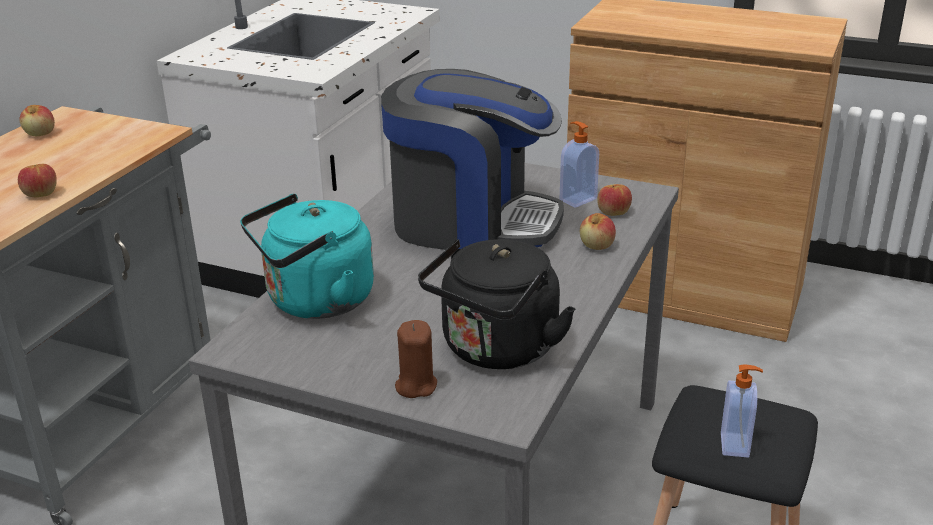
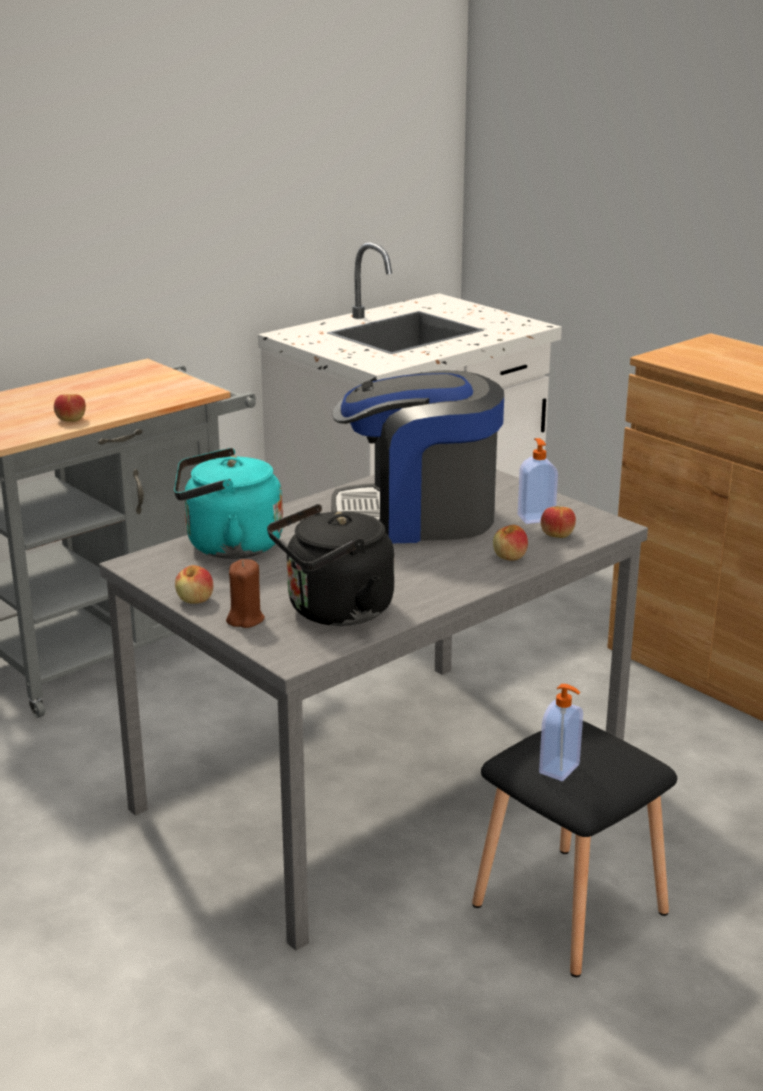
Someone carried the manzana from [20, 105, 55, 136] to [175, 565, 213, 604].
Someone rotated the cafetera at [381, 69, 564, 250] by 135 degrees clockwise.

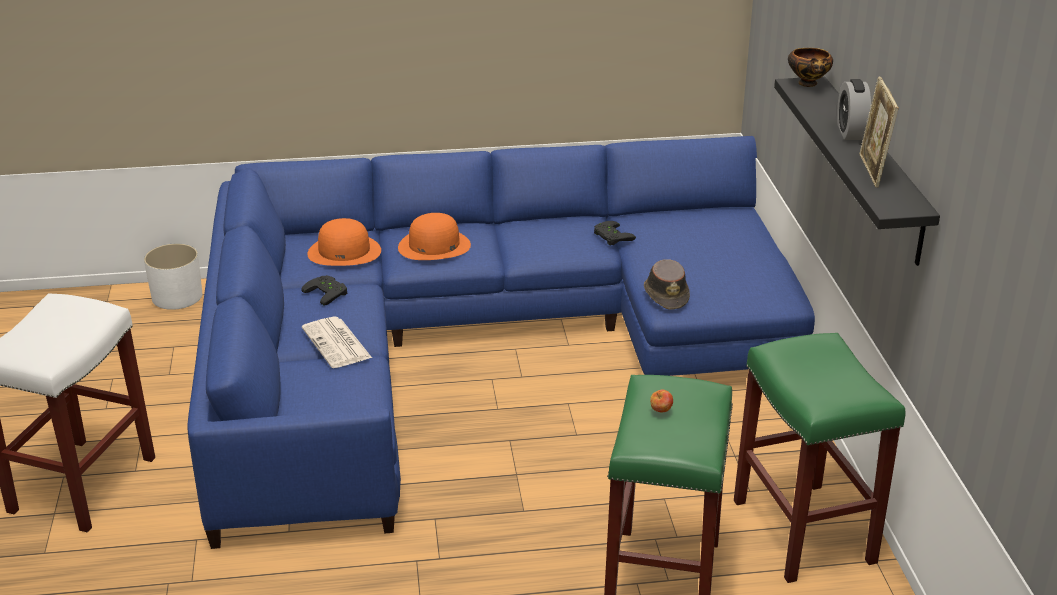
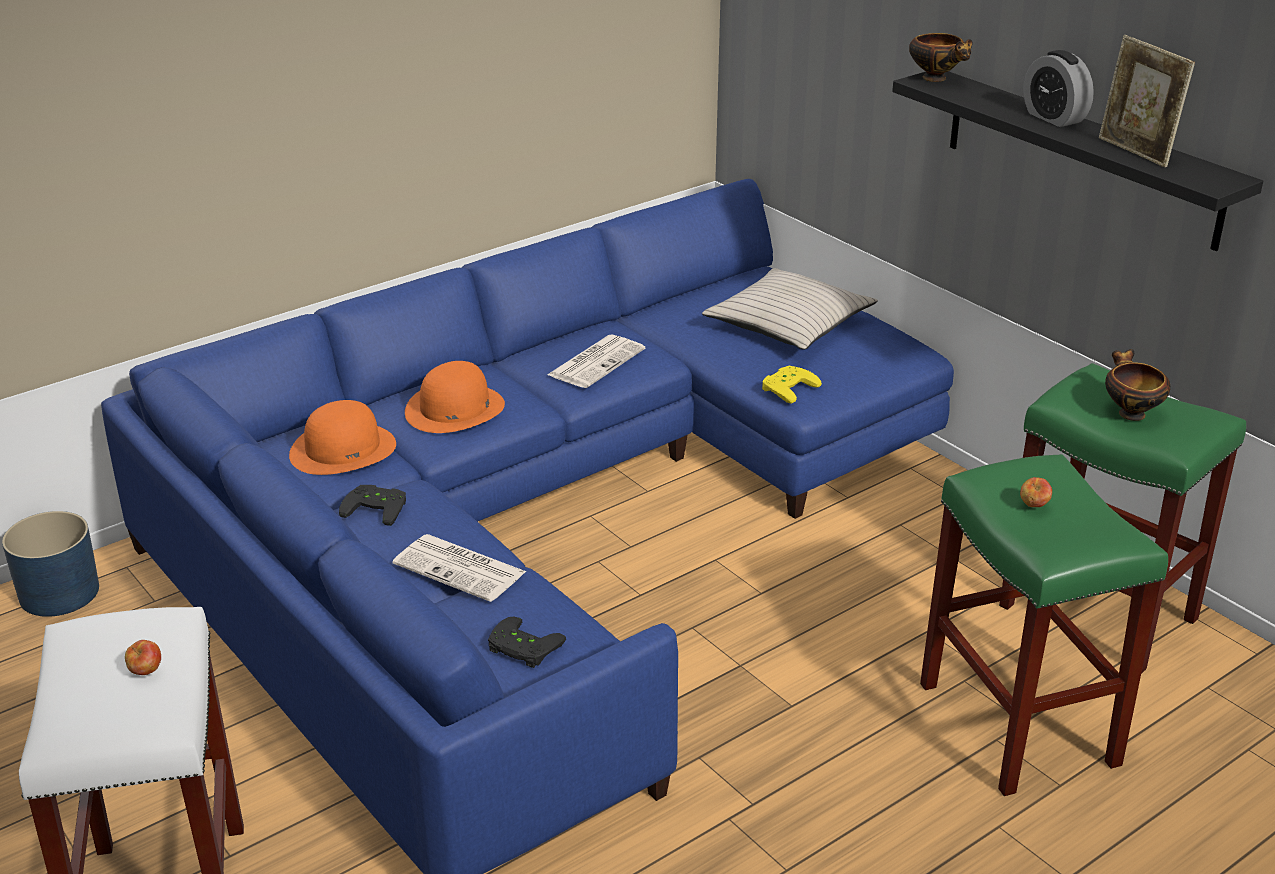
Someone put down the manzana at [125, 640, 161, 675].
Someone put down the periódico at [547, 335, 645, 388].
Someone put down the cojín/beis at [702, 268, 878, 350].
Someone put down the cuenco at [1105, 349, 1171, 421].
Someone carried the mando de consola/negro from [594, 221, 636, 246] to [488, 616, 566, 668].
Someone swapped the sombrero/marrón at [644, 259, 690, 310] for the mando de consola/amarillo at [762, 366, 822, 404].
Someone repainted the maceta/blanco at [144, 244, 202, 310], which became the maceta/azul at [2, 511, 99, 617].

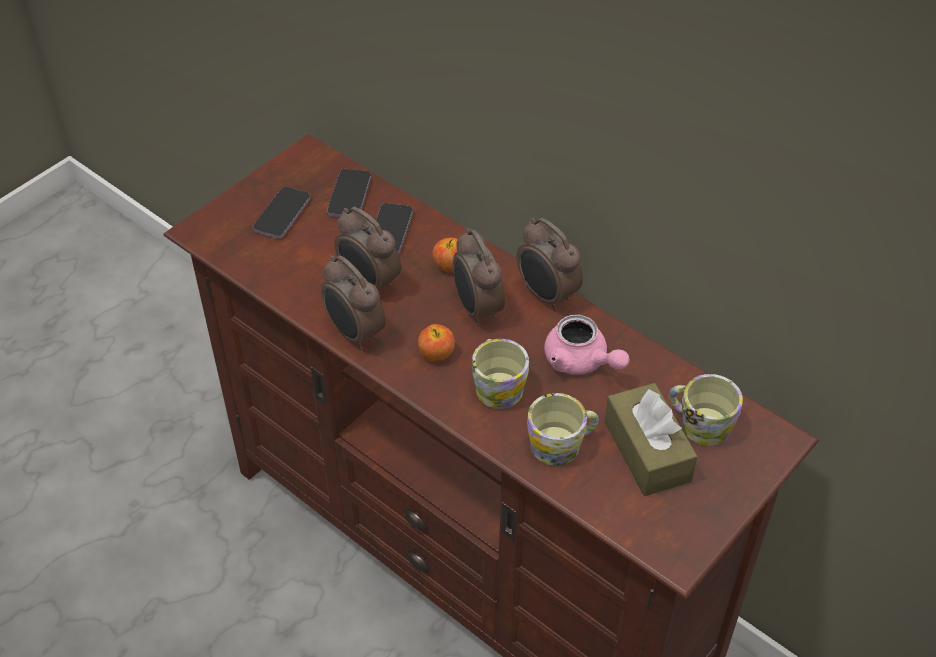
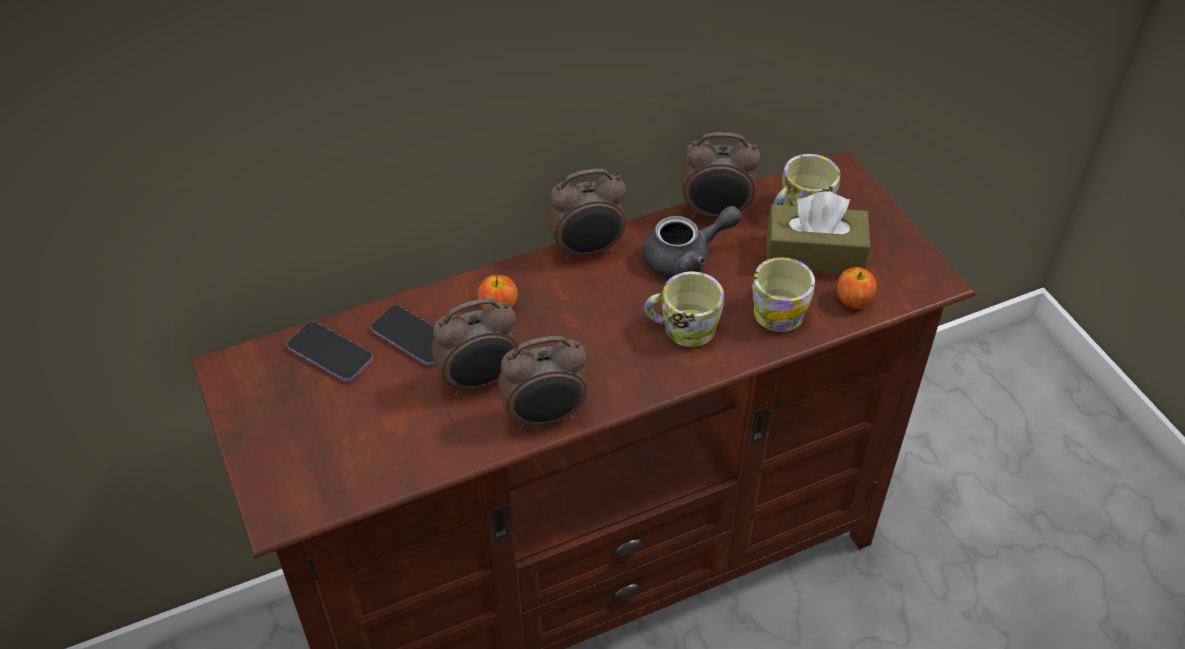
Someone took away the móvil at [253, 187, 311, 239].
Someone carried the manzana from [418, 324, 455, 362] to [837, 267, 877, 309].
Someone carried the despertador from [453, 228, 505, 326] to [681, 132, 761, 218].
Someone repainted the tetera/rosa at [544, 314, 630, 375], which became the tetera/gris at [643, 206, 742, 278].

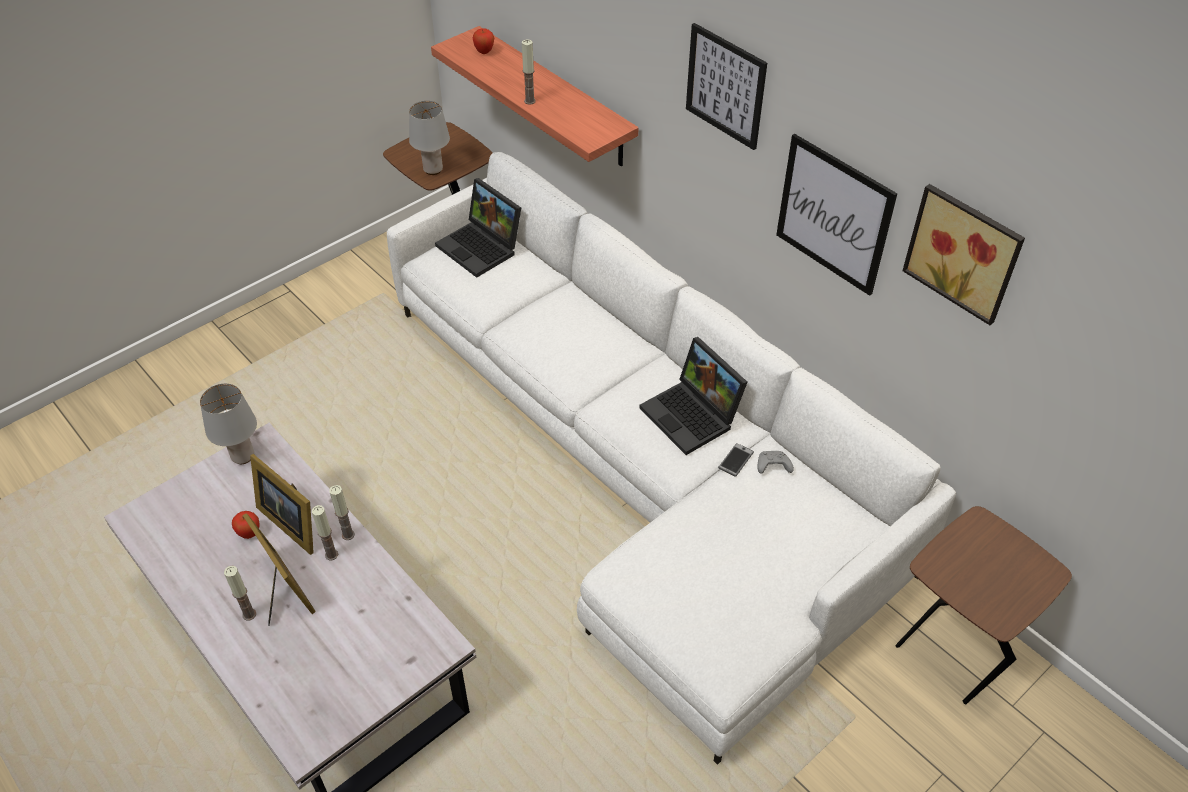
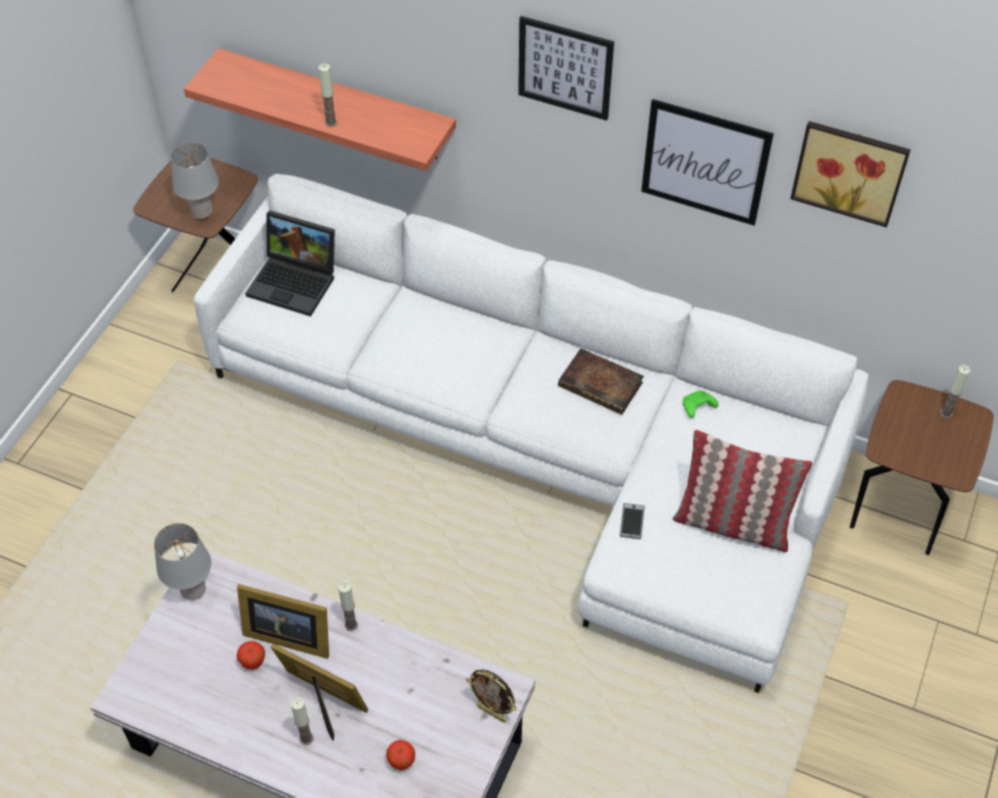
Someone put down the portarretratos at [466, 670, 517, 723].
Someone put down the cojín at [672, 430, 812, 552].
Someone carried the vela from [312, 505, 338, 560] to [940, 365, 970, 419].
Someone carried the manzana from [473, 28, 494, 54] to [386, 740, 415, 770].
Someone carried the móvil from [718, 443, 754, 477] to [620, 503, 645, 539].
Someone swapped the portátil at [639, 337, 747, 455] for the libro at [558, 348, 644, 415].
Someone repainted the mando de consola/gris at [758, 451, 794, 474], which became the mando de consola/verde at [683, 390, 718, 418].

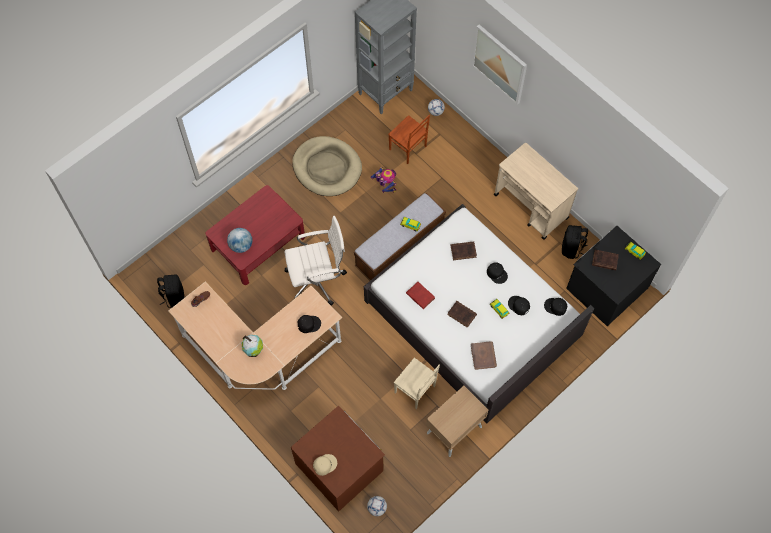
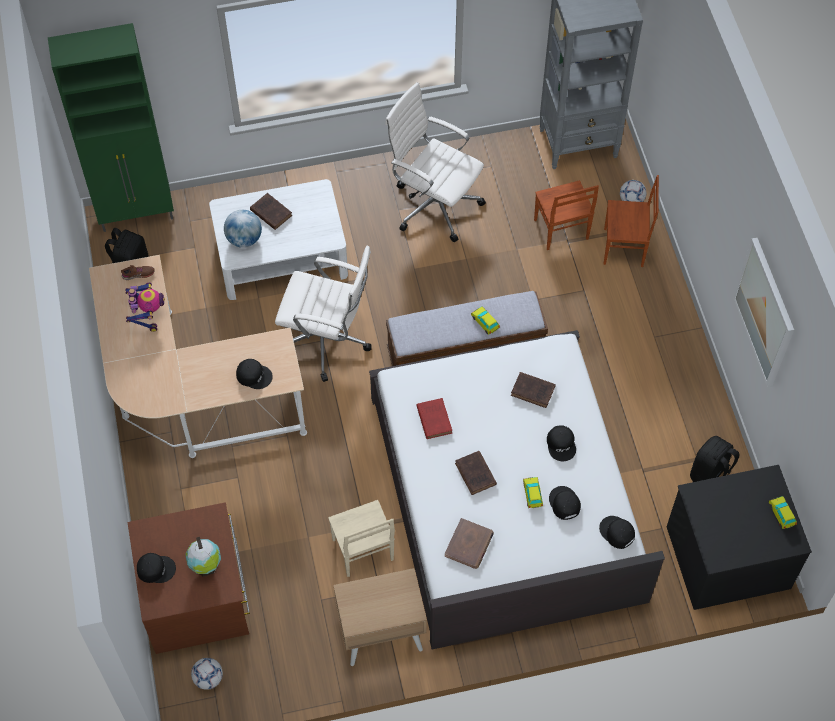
Someone took away the carrito/beis at [494, 143, 578, 240].
Someone put down the armario/verde at [48, 23, 174, 232].
Someone put down the silla/marrón at [603, 175, 659, 267].
Someone carried the globo terráqueo from [242, 335, 263, 357] to [186, 537, 221, 576].
Someone carried the robot de juguete from [370, 167, 396, 193] to [125, 282, 165, 332].
Someone carried the cuadro from [472, 25, 527, 105] to [733, 237, 794, 387].
Someone carried the libro/marrón from [592, 249, 619, 270] to [250, 193, 292, 230].
Someone swapped the cama para perro/beis at [292, 136, 362, 196] for the silla de oficina/blanco at [385, 82, 486, 242].
Someone repainted the mesa de centro/rojo at [206, 185, 305, 285], which became the mesa de centro/blanco at [209, 179, 348, 300].
Someone repainted the gorra/beis at [313, 454, 337, 476], which became the gorra/negro at [137, 553, 176, 583].

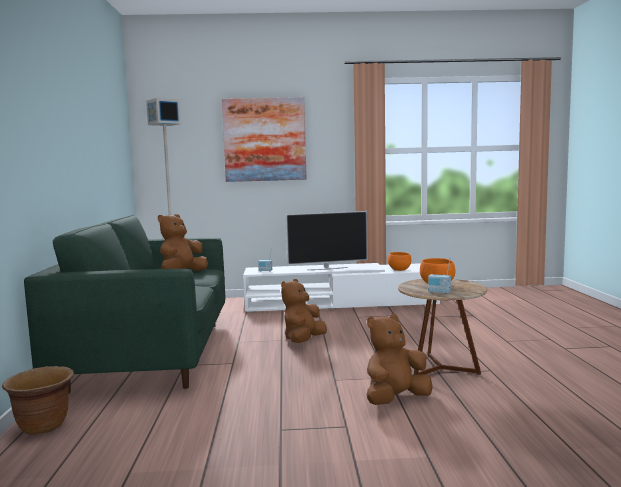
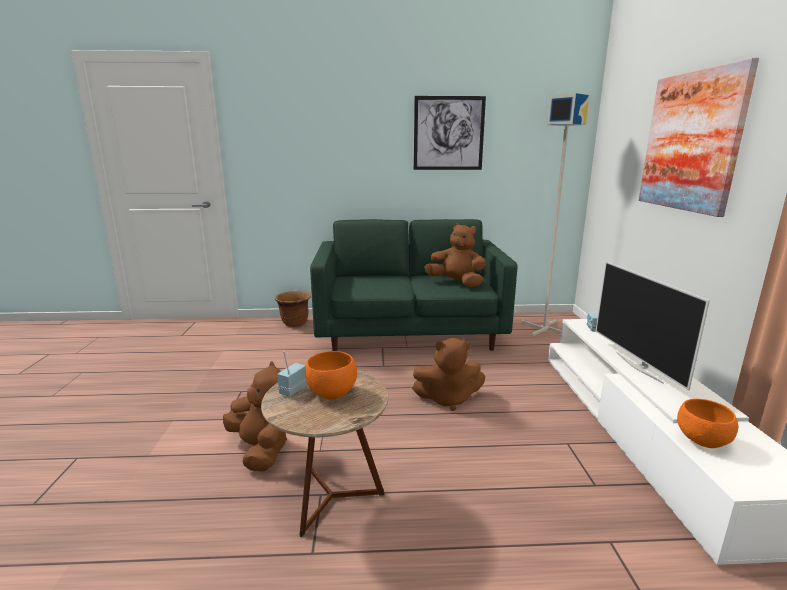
Someone put up the cuadro at [414, 96, 486, 170].
Someone rotated the peluche/marrón at [281, 279, 327, 343] by 150 degrees clockwise.

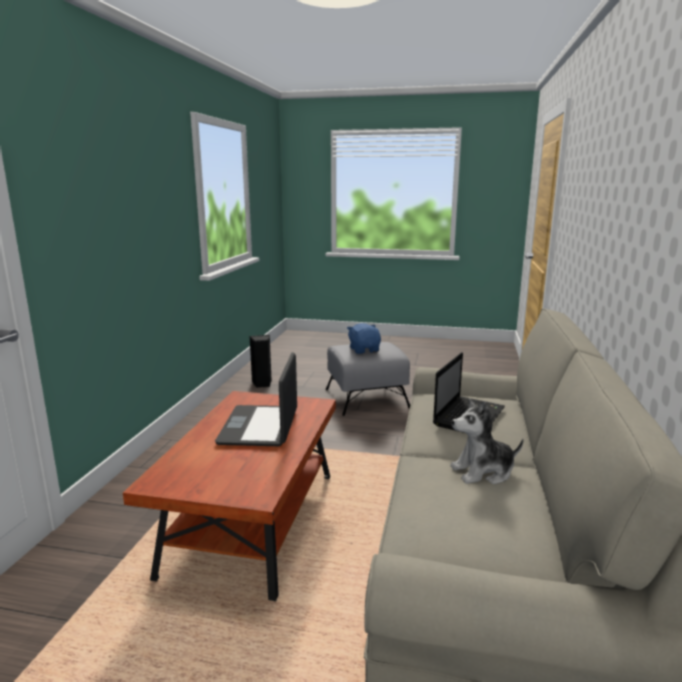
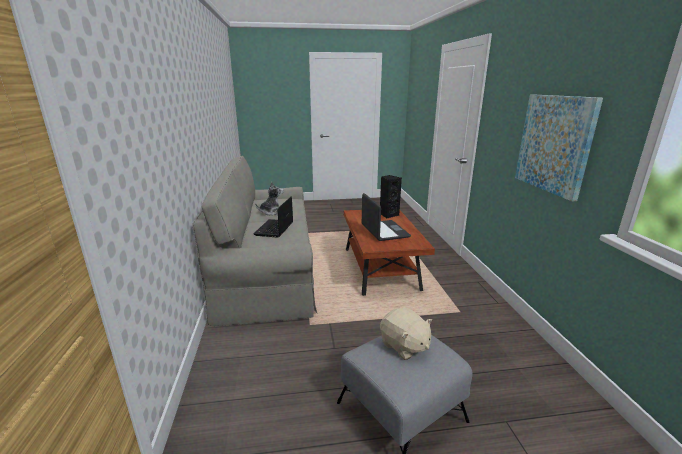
Someone put up the cuadro at [515, 95, 603, 202].
Someone carried the altavoz/negro from [249, 335, 272, 388] to [380, 175, 402, 219].
Someone repainted the peluche/azul at [347, 323, 381, 354], which became the peluche/beis at [380, 308, 432, 360].

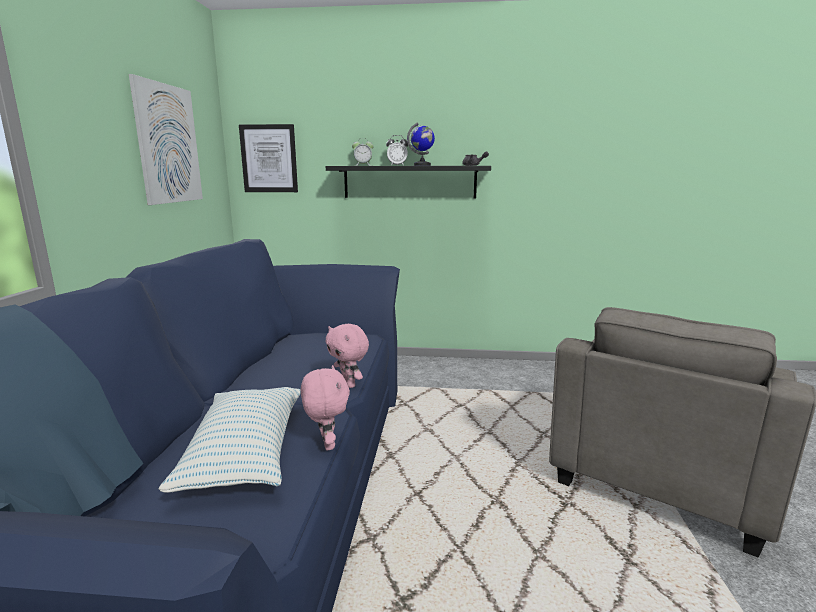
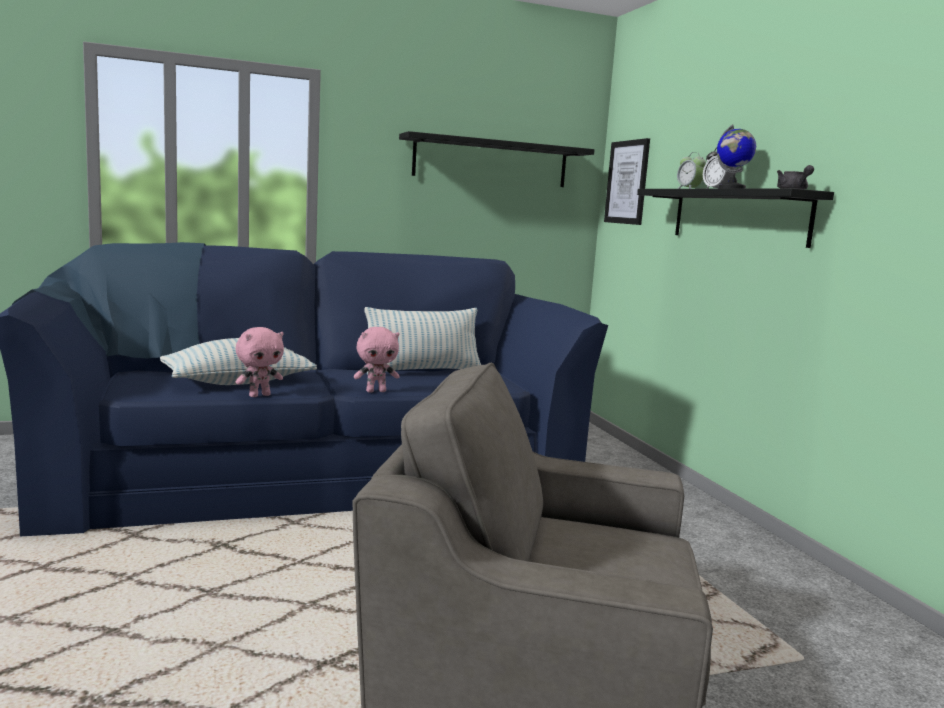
Someone put down the cojín at [364, 307, 481, 375].
Someone swapped the cuadro at [129, 74, 203, 205] for the estante/negro at [399, 131, 595, 187].
Someone rotated the peluche/rosa at [326, 324, 369, 388] by 135 degrees counterclockwise.

